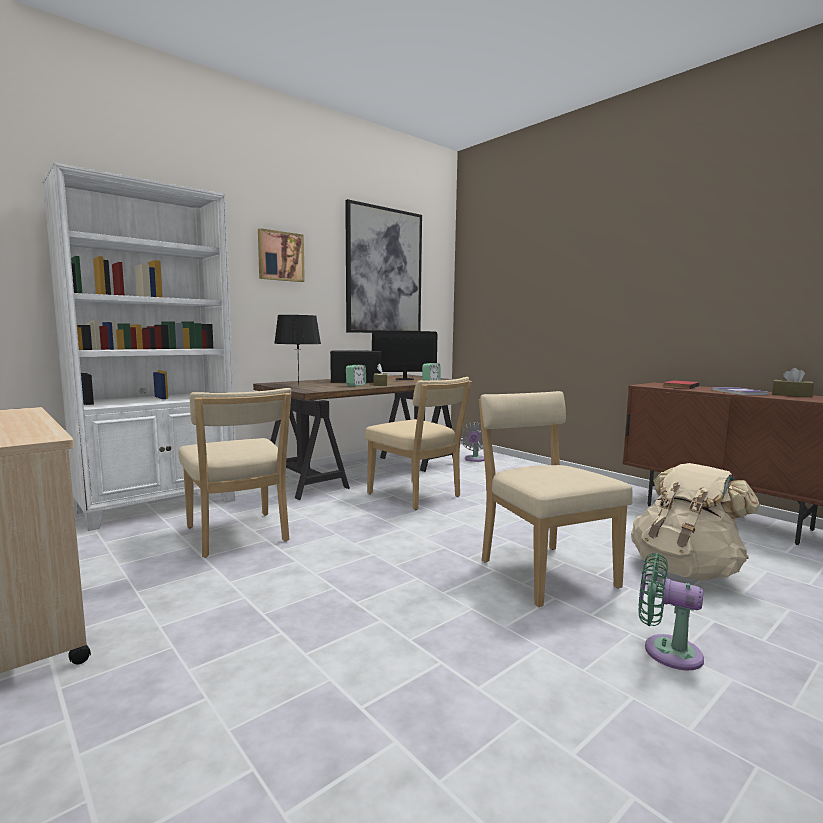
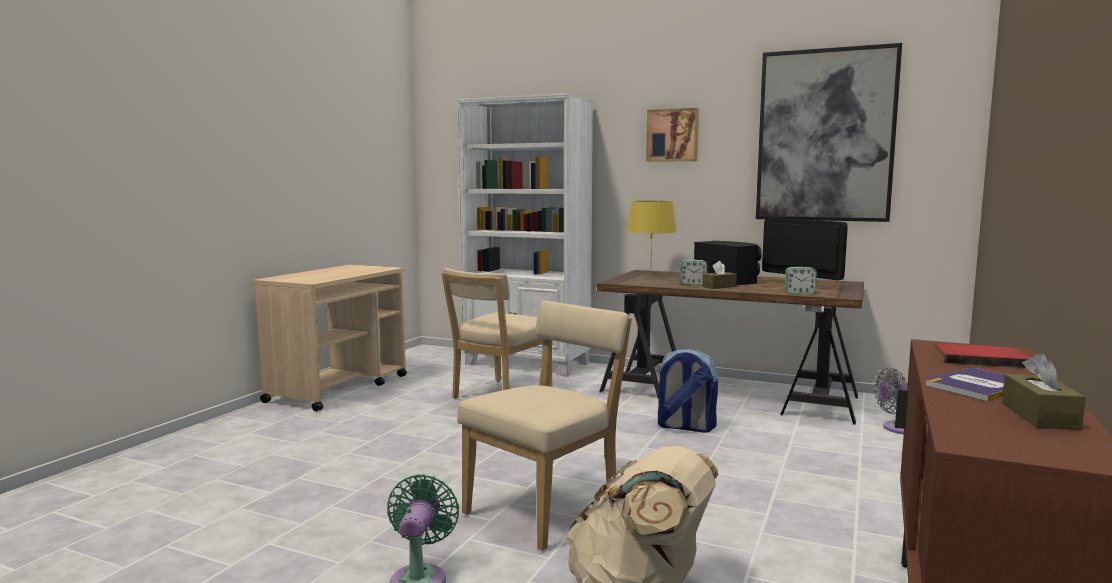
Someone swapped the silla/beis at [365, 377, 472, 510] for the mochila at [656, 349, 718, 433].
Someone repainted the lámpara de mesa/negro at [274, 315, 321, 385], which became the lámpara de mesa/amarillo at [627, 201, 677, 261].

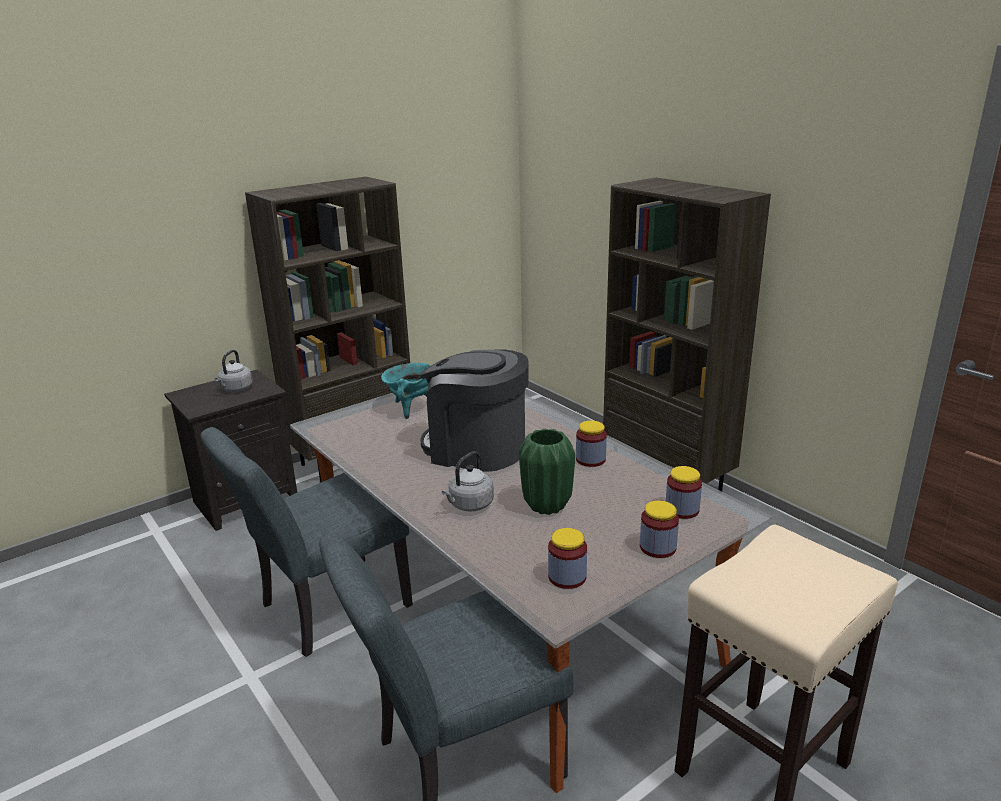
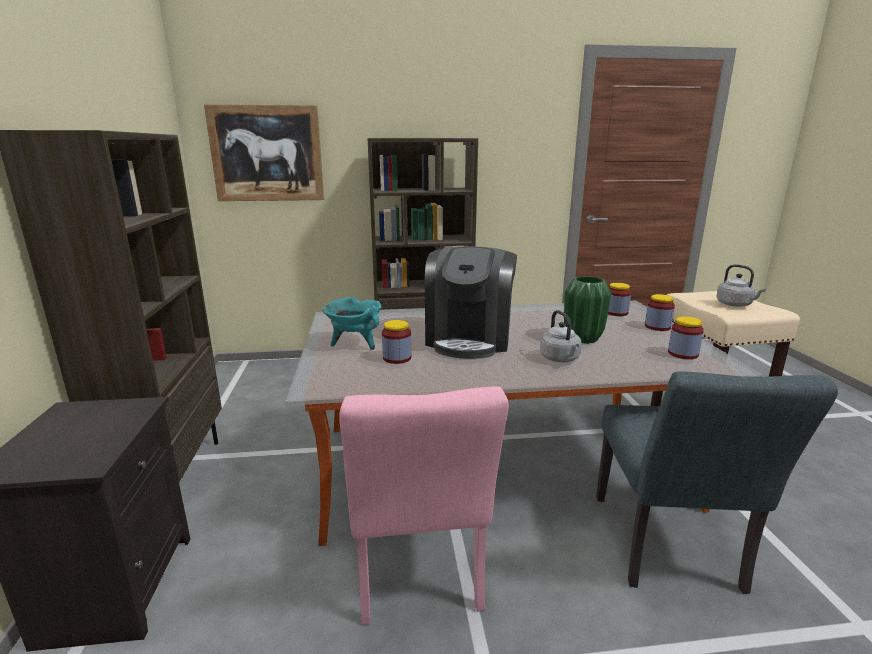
Someone put up the cuadro at [204, 104, 324, 201].
Someone carried the hervidor/gris from [215, 350, 253, 392] to [716, 264, 766, 307].
Someone carried the tarro from [576, 421, 607, 467] to [382, 320, 411, 364].
Someone repainted the silla/gris at [200, 427, 413, 657], which became the silla/rosa at [339, 386, 509, 625].
Someone rotated the cafetera at [419, 349, 529, 472] by 45 degrees counterclockwise.

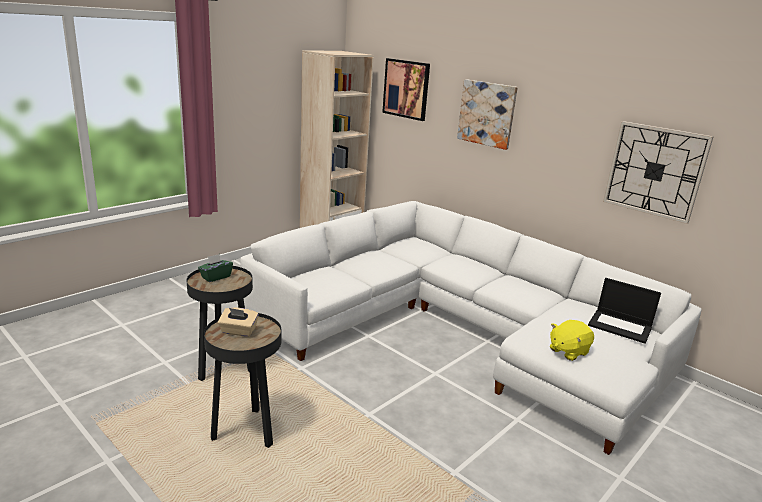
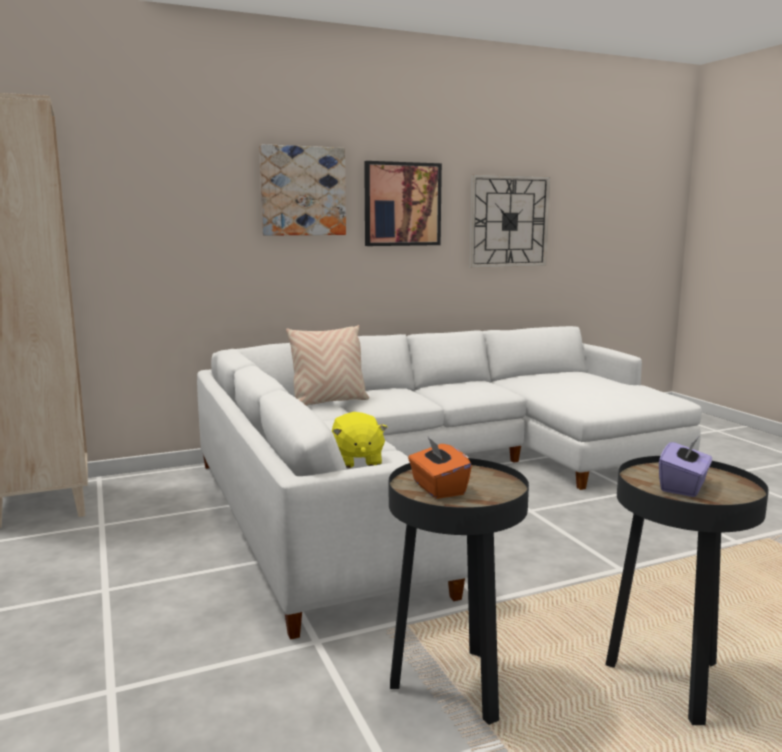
Someone took away the portátil at [588, 278, 661, 344].
Someone put down the cojín/beis at [286, 325, 369, 406].
Someone carried the cuadro from [382, 58, 430, 121] to [364, 161, 442, 246].
Someone carried the peluche/amarillo from [550, 320, 594, 361] to [332, 412, 388, 468].
Someone repainted the caja de pañuelos/verde at [198, 254, 233, 282], which became the caja de pañuelos/naranja at [408, 437, 472, 499].
Someone repainted the caja de pañuelos/beis at [218, 308, 259, 337], which became the caja de pañuelos/morado at [659, 437, 712, 497].

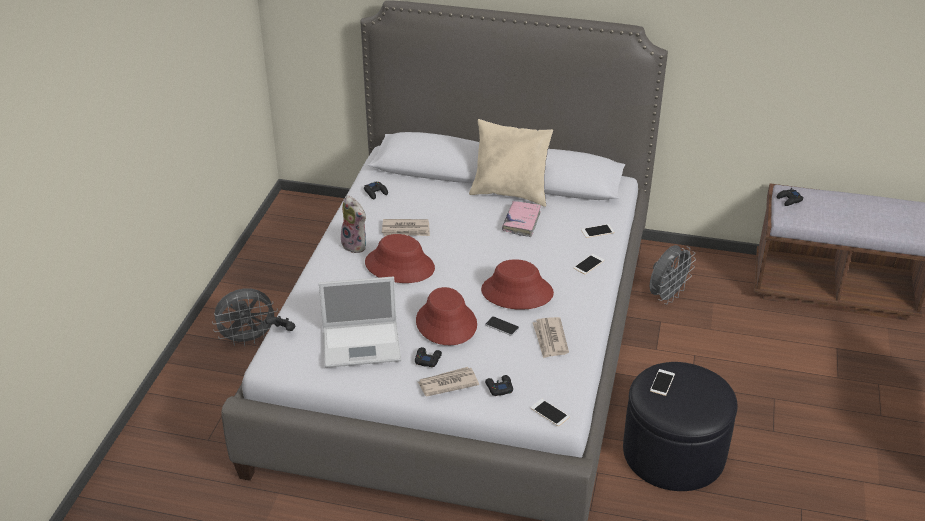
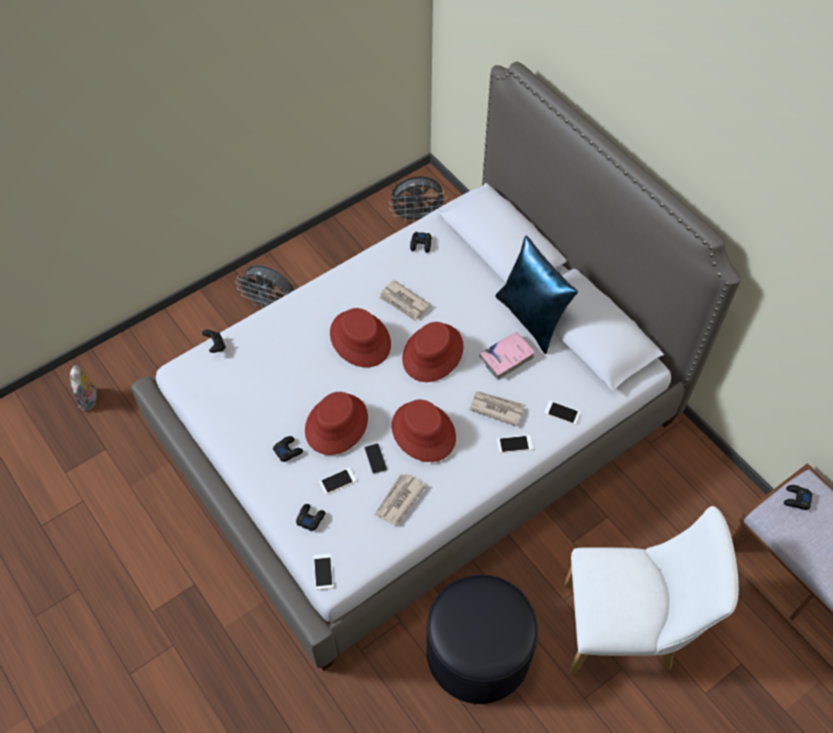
Someone took away the portátil at [319, 276, 401, 368].
Someone put down the sombrero/rojo at [402, 322, 464, 382].
Someone put down the silla/blanco at [564, 506, 739, 673].
Someone carried the peluche from [341, 195, 367, 253] to [70, 365, 97, 411].
Someone carried the periódico from [418, 367, 479, 396] to [469, 391, 524, 426].
Someone carried the ventilador/gris from [649, 245, 696, 305] to [389, 176, 447, 223].
Someone carried the móvil from [650, 369, 675, 396] to [319, 468, 357, 495].
Someone repainted the cojín/beis at [469, 119, 553, 207], which became the cojín/azul at [495, 236, 578, 354].

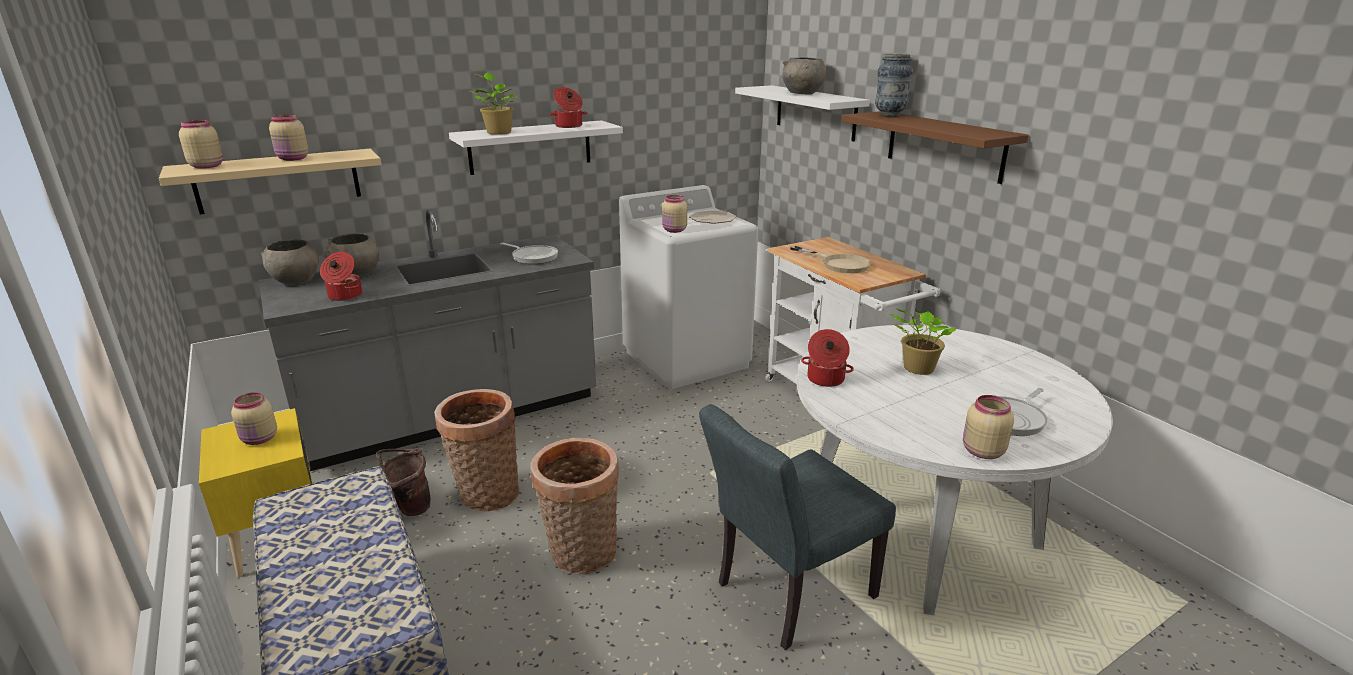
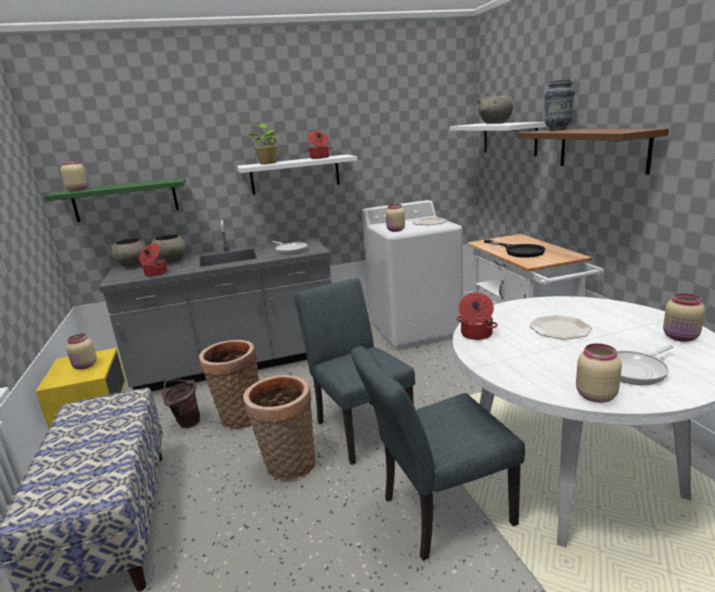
Someone put down the silla/gris at [294, 278, 415, 465].
Someone carried the tarro/beis from [269, 115, 308, 161] to [663, 293, 705, 342].
Someone swapped the planta en maceta at [891, 308, 957, 375] for the plato at [529, 315, 592, 339].
Someone repainted the estante/beis at [159, 149, 382, 214], which became the estante/verde at [44, 178, 186, 222].
Someone repainted the sartén/beis at [790, 246, 871, 273], which became the sartén/negro at [484, 240, 546, 258].

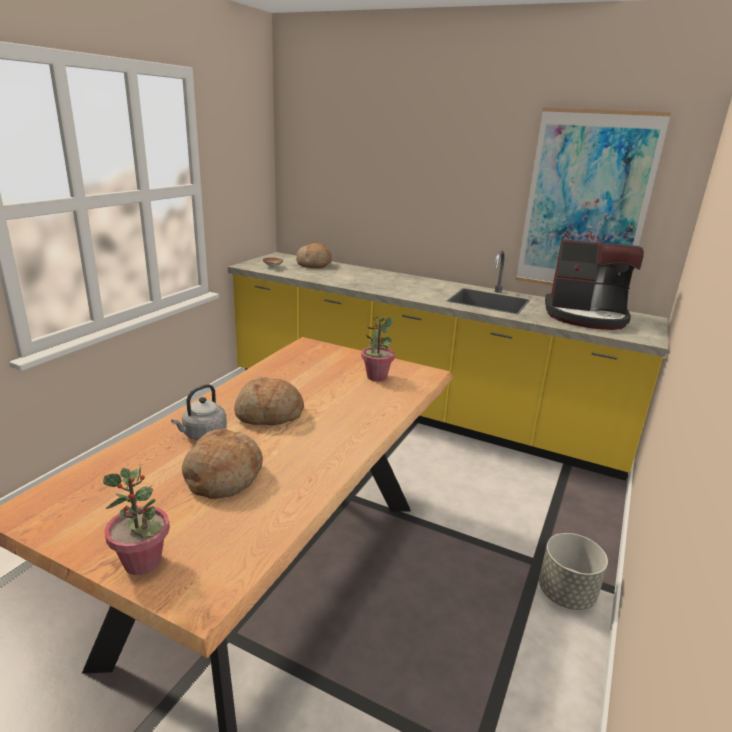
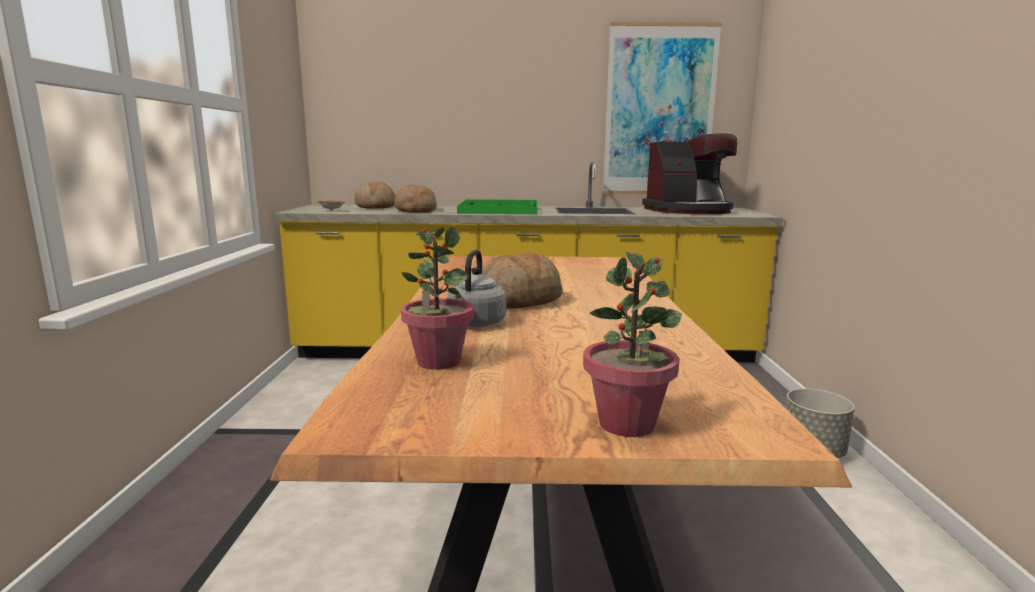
Someone put down the bandeja/verde at [457, 199, 538, 214].
Someone carried the pan from [182, 429, 263, 499] to [394, 185, 437, 213].
Someone carried the planta en maceta from [361, 316, 395, 381] to [401, 227, 474, 370].

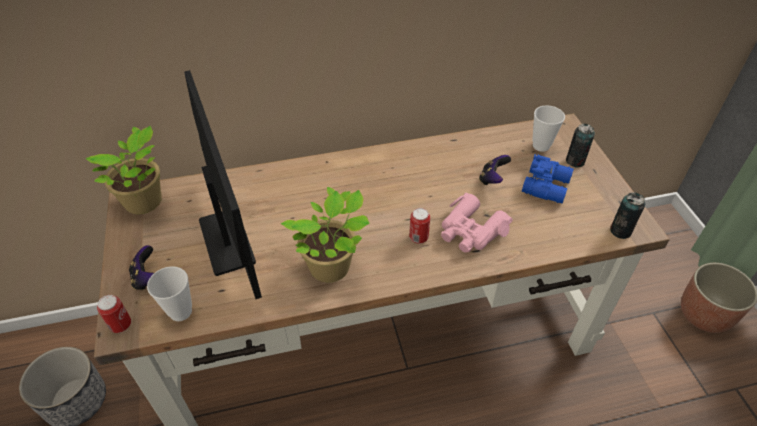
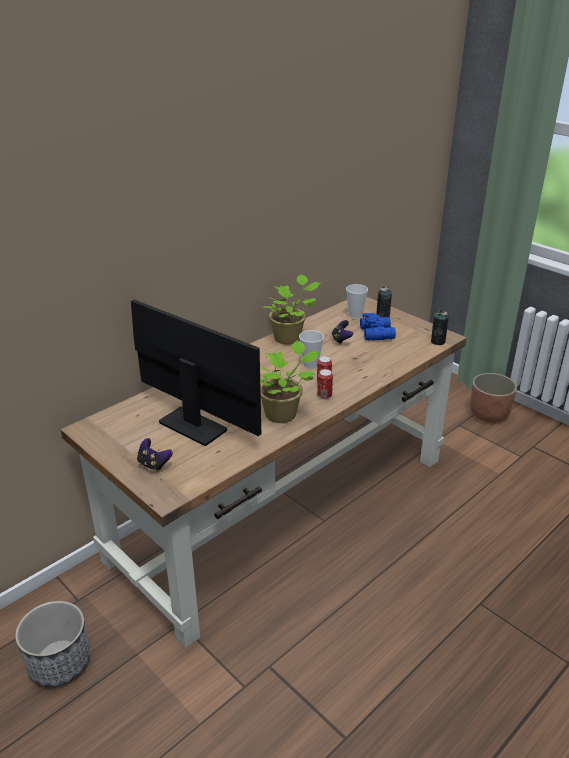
Someone took away the prismáticos/rosa at [441, 193, 513, 253].
Someone carried the planta en maceta from [85, 126, 162, 214] to [263, 274, 320, 345].
Someone carried the lata from [97, 295, 131, 333] to [317, 369, 333, 399].
Someone carried the taza from [147, 266, 192, 321] to [299, 330, 324, 369].

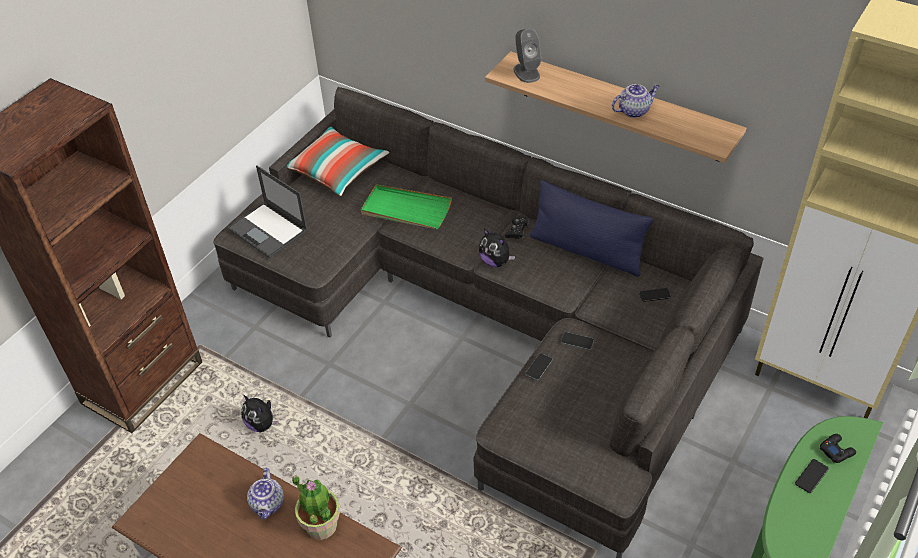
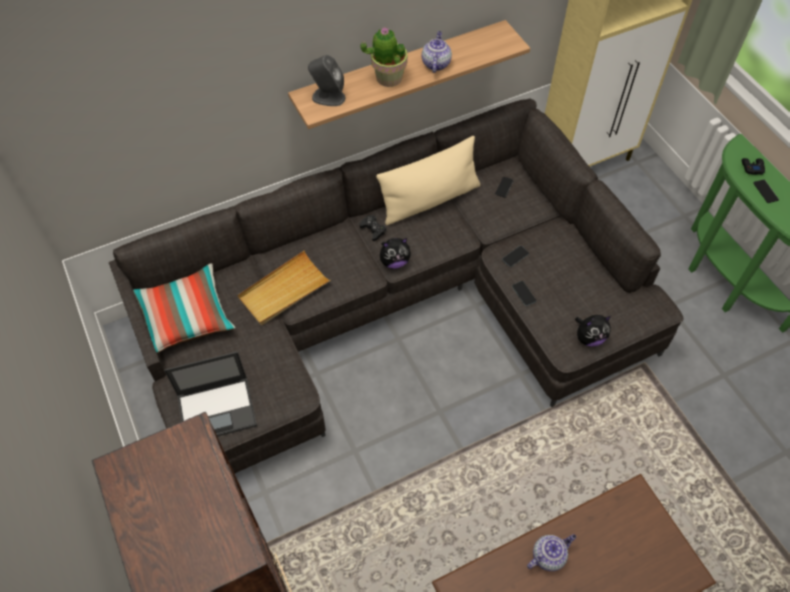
Someone carried the peluche from [241, 395, 279, 432] to [575, 315, 611, 347].
Someone carried the planta en maceta from [292, 475, 340, 540] to [360, 27, 408, 87].
Someone repainted the bandeja/verde at [361, 184, 452, 229], which became the bandeja/beis at [237, 251, 331, 325].
Someone repainted the cojín/azul at [530, 180, 654, 277], which became the cojín/beis at [376, 136, 480, 225].
Someone rotated the tetera at [247, 468, 284, 520] by 60 degrees counterclockwise.

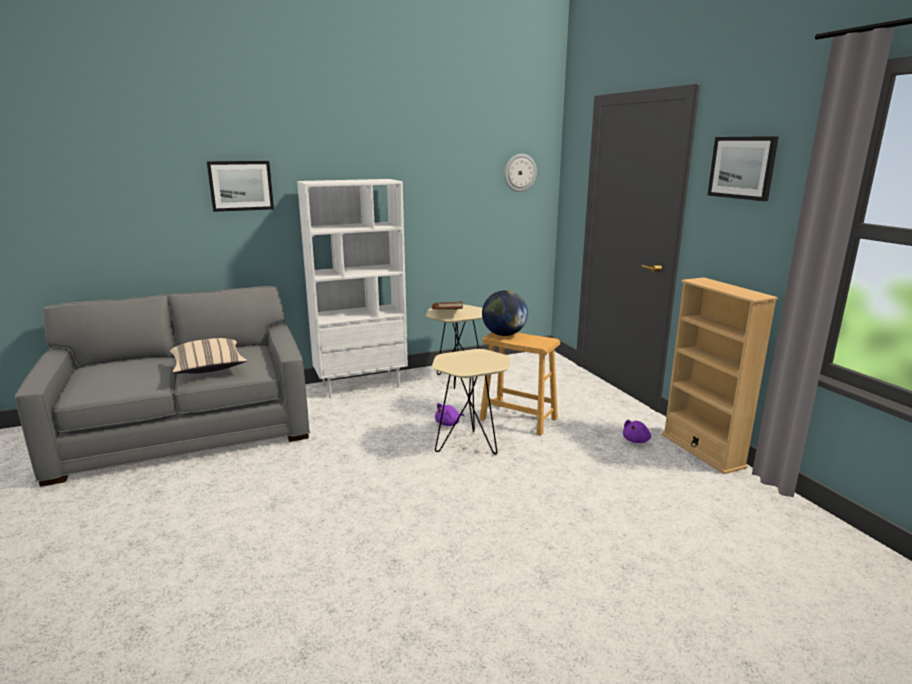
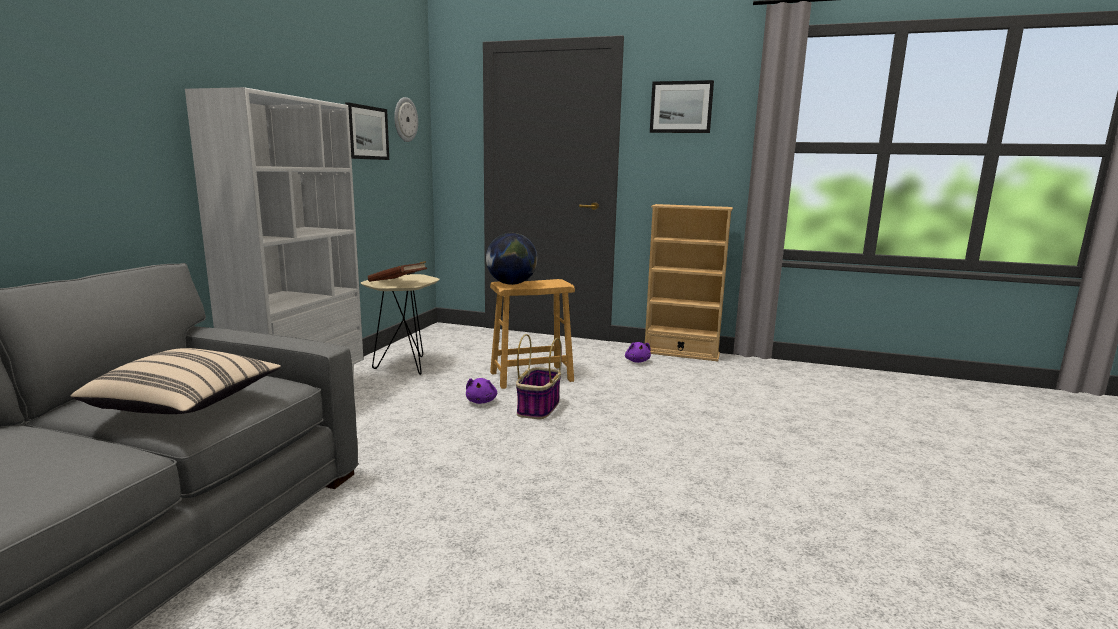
Someone carried the cuadro from [207, 161, 274, 212] to [345, 103, 389, 160].
Someone swapped the mesa auxiliar/beis at [432, 349, 510, 454] for the cesta at [516, 334, 562, 419].

